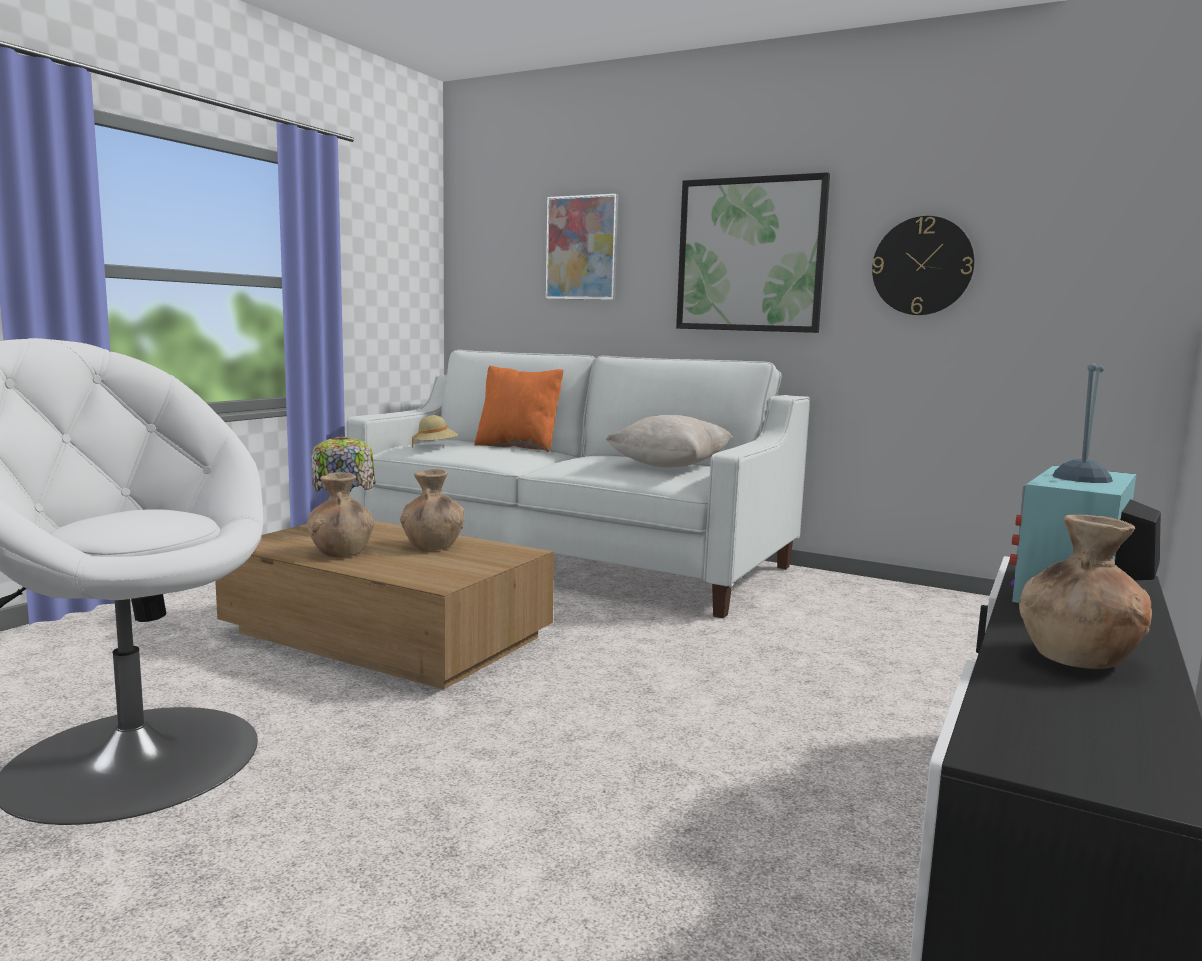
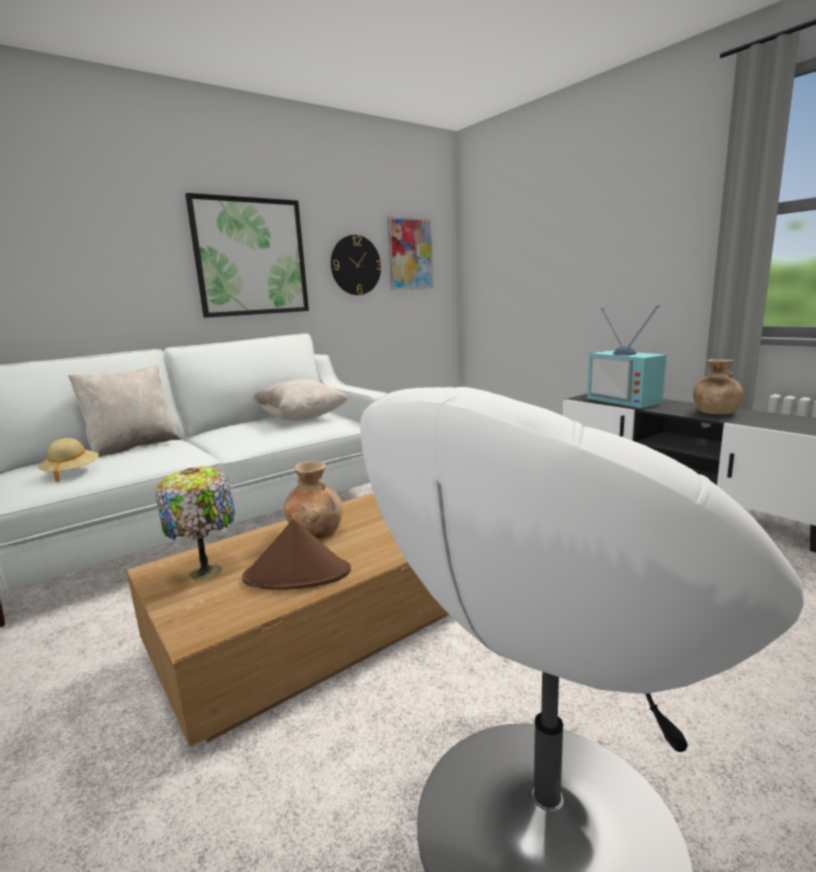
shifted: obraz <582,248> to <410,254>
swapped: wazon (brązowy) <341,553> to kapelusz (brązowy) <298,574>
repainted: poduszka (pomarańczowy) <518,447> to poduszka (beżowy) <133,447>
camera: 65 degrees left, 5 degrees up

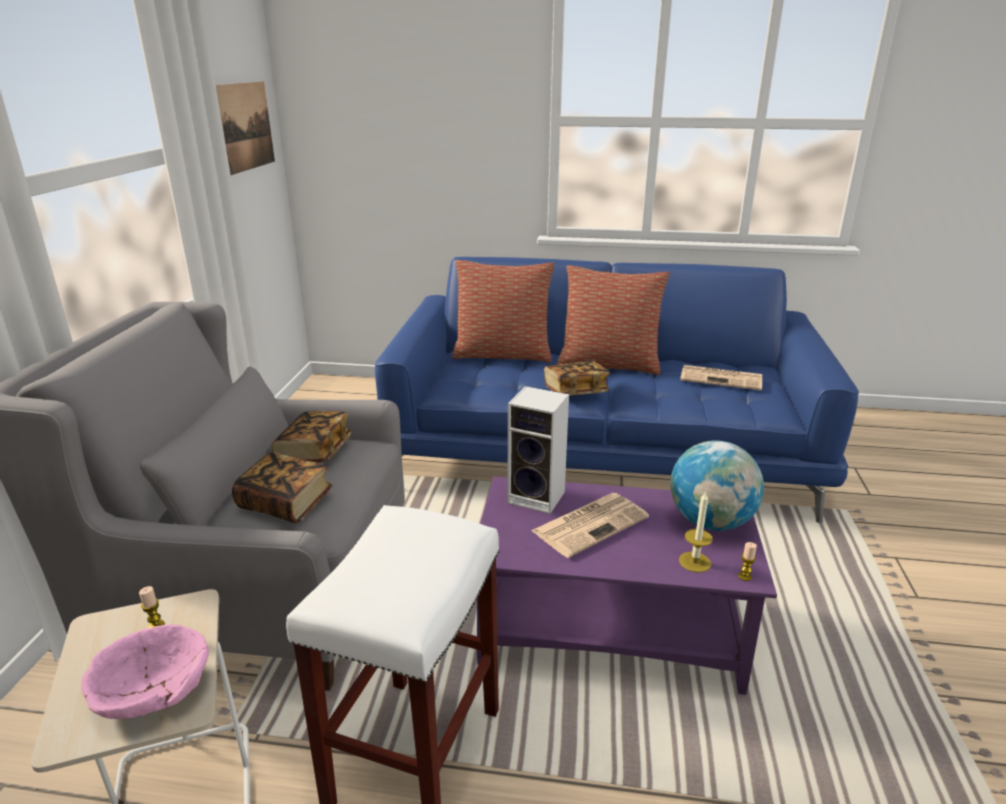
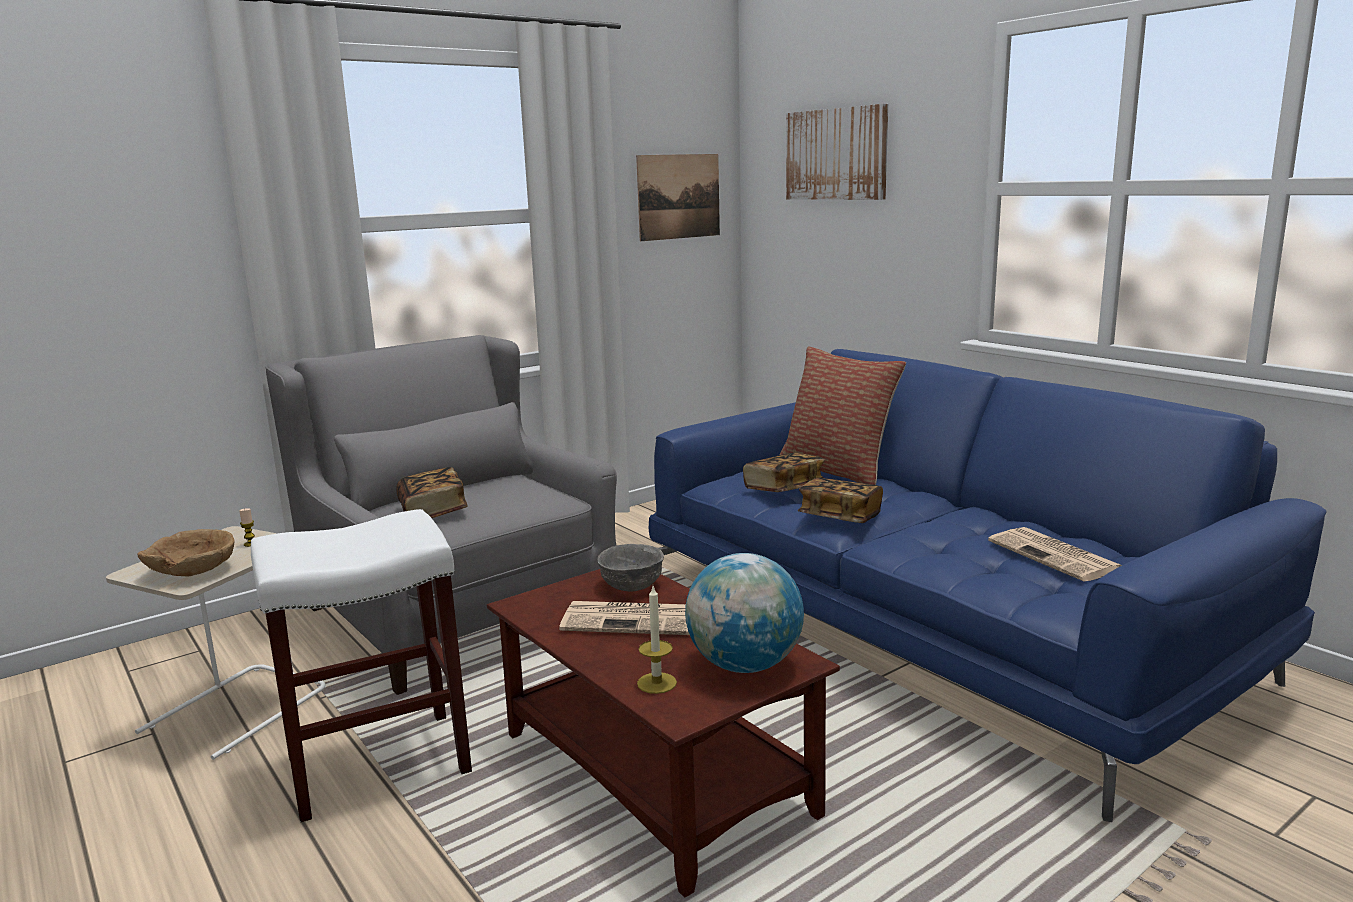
gone: poduszka <609,364>; świeca <744,576>
new: obraz <836,154>
shifted: książka <314,452> to <784,489>
swapped: głośnik <539,497> to miska (szary) <632,585>
repainted: miska (różowy) <151,692> to miska (brązowy) <191,571>; ława (fioletowy) <611,628> to ława (brązowy) <657,774>
camera: 45 degrees right, 10 degrees down

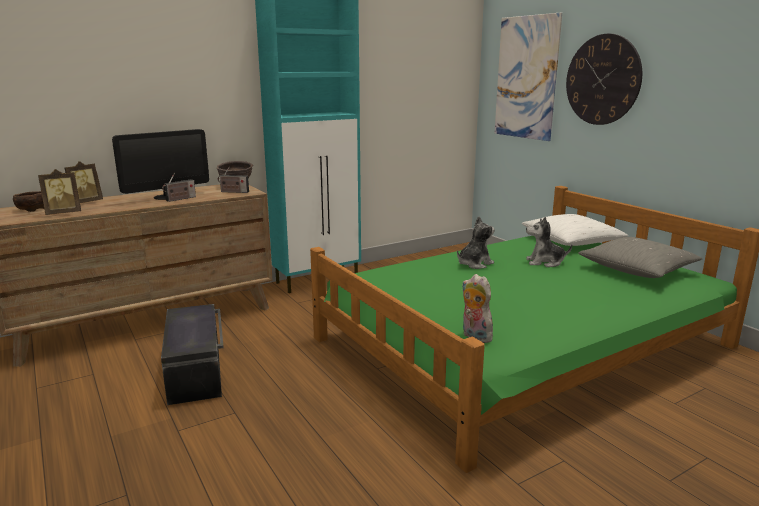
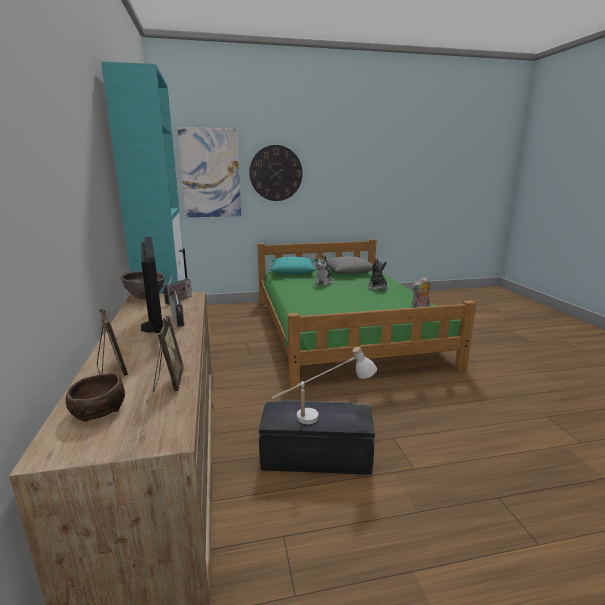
new: lampa stołowa (biały) <323,416>
shifted: pluszak <474,264> to <377,288>
repainted: poduszka (biały) <571,241> to poduszka (turkusowy) <293,272>
camera: 70 degrees left, 0 degrees up

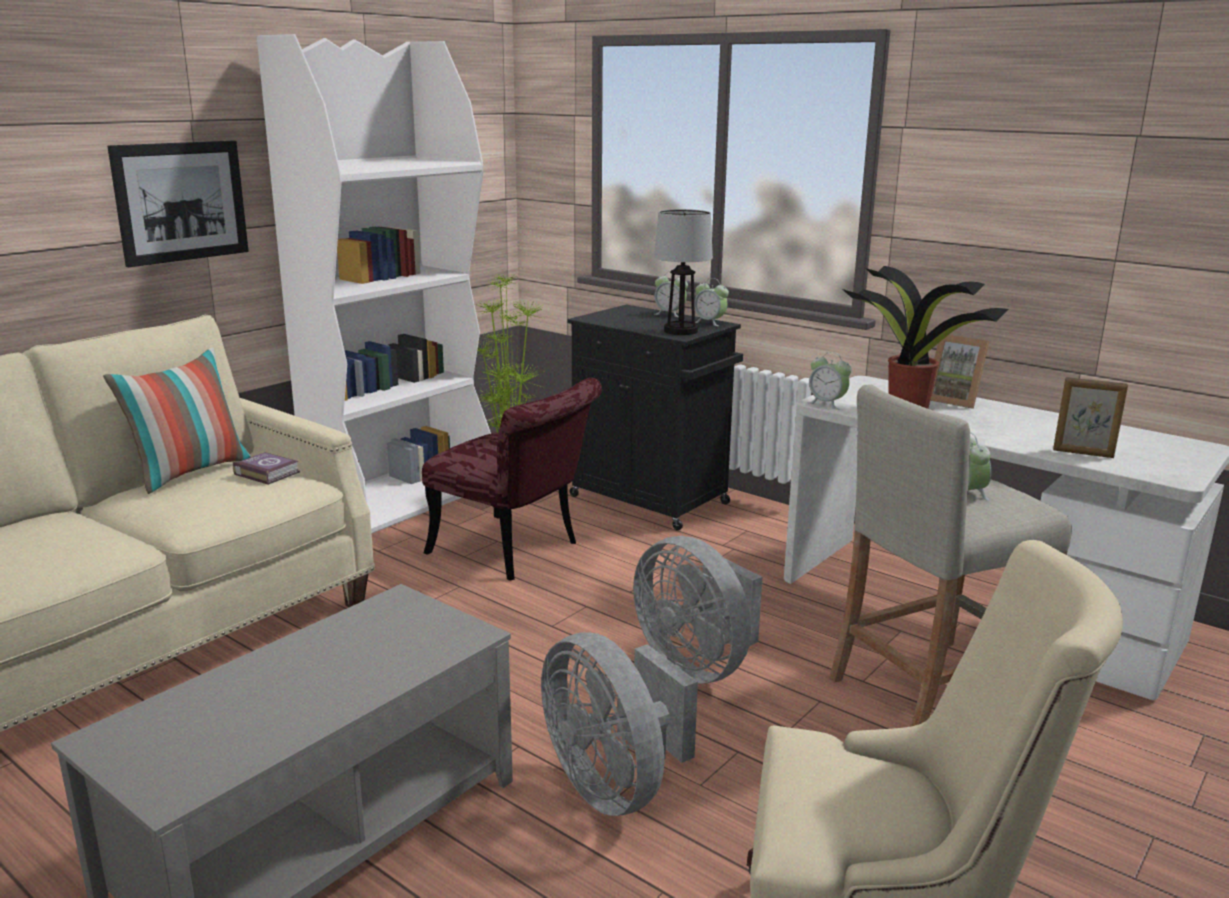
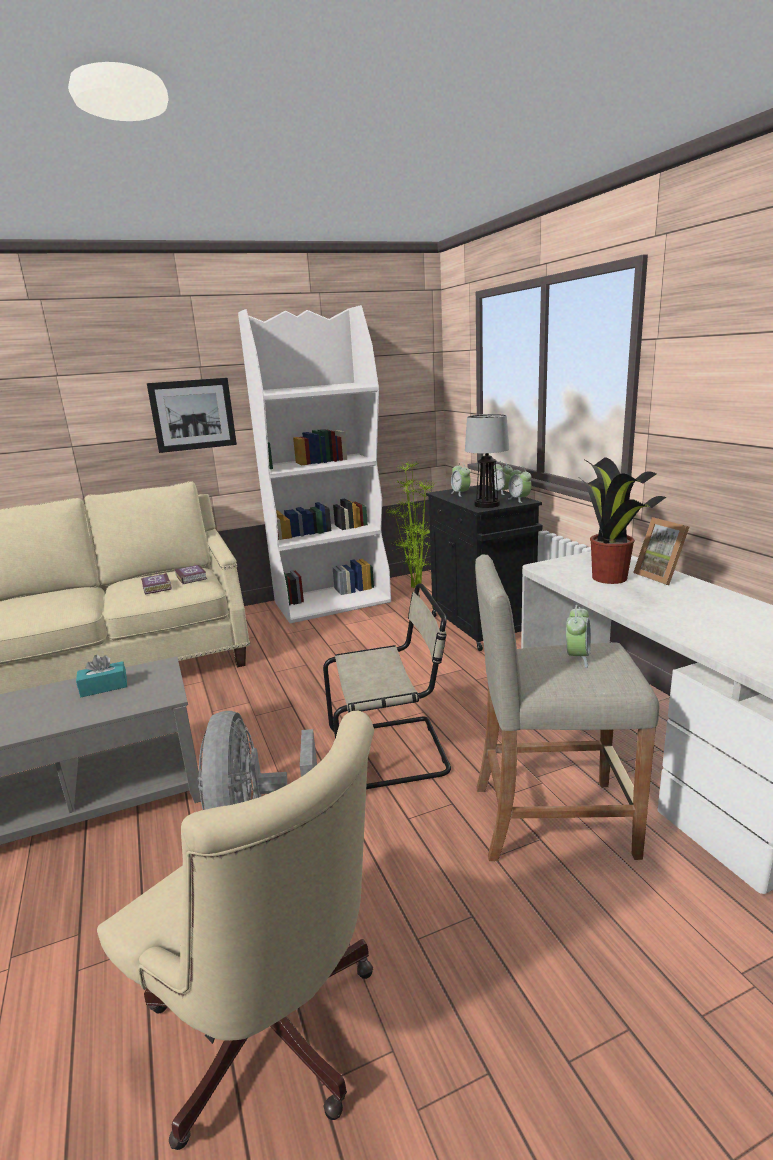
gone: poduszka <190,473>; krzesło (czerwony) <515,552>; ramka na zdjęcie <1083,453>
new: pudełko chusteczek (turkusowy) <104,687>; książka <156,587>
shifted: budzik <827,404> to <460,494>
swapped: wentylator (szary) <697,665> to krzesło (beżowy) <393,752>
camera: 30 degrees right, 0 degrees up

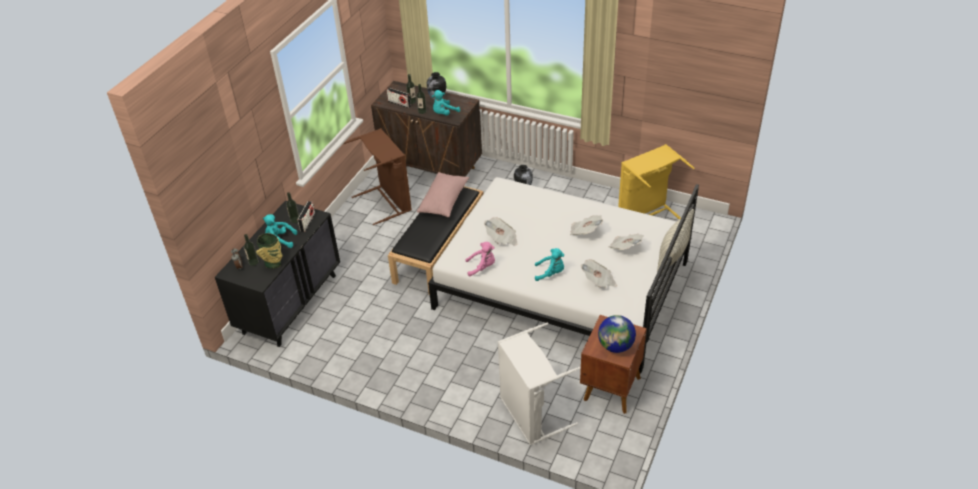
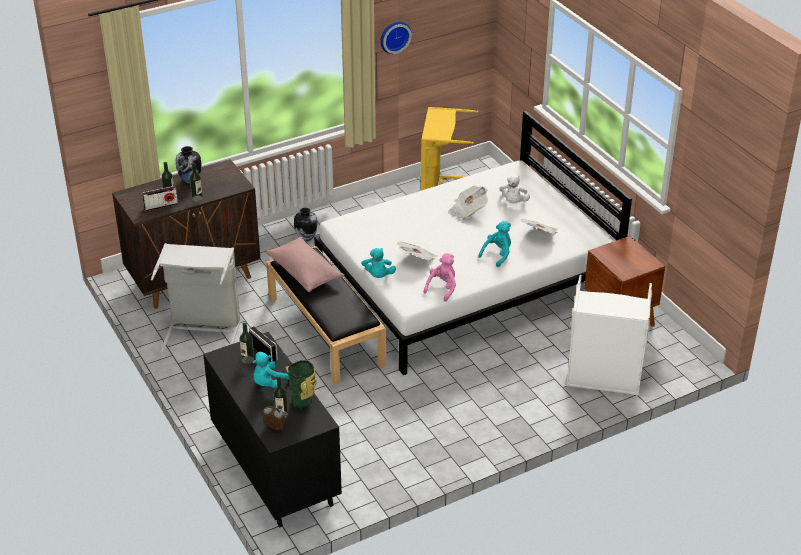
gone: globus <616,346>; poduszka <673,256>
new: zegar ścienny <394,36>
shifted: pluszak (turkusowy) <444,113> to <378,276>
swapped: gazeta <625,248> to pluszak (biały) <513,202>
repainted: kosz na pranie (brązowy) <387,202> to kosz na pranie (szary) <203,331>
camera: 55 degrees left, 5 degrees down

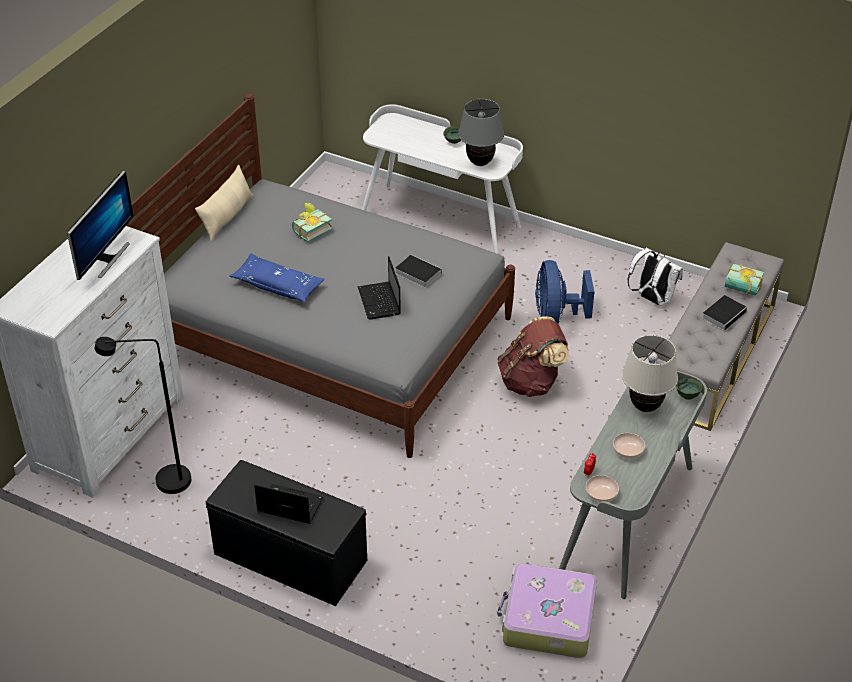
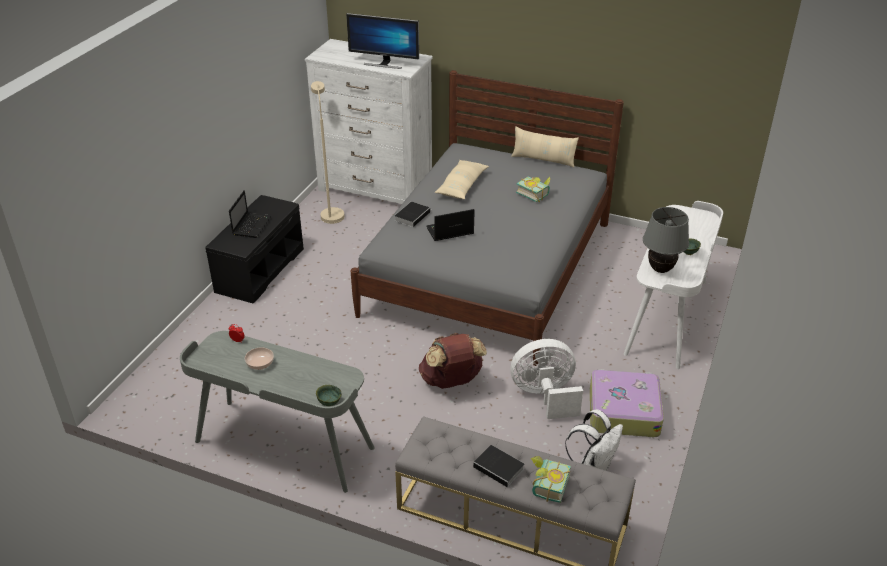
gone: miska <600,494>; lampa stołowa (beżowy) <645,407>
shifted: książka <416,273> to <412,216>; walizka <547,620> to <623,411>
repainted: lampa stojąca (czarny) <163,482> to lampa stojąca (beżowy) <331,213>; poduszka (niebieski) <277,285> to poduszka (beżowy) <462,186>; wentylator (niebieski) <556,317> to wentylator (biały) <545,396>
camera: 85 degrees right, 5 degrees down

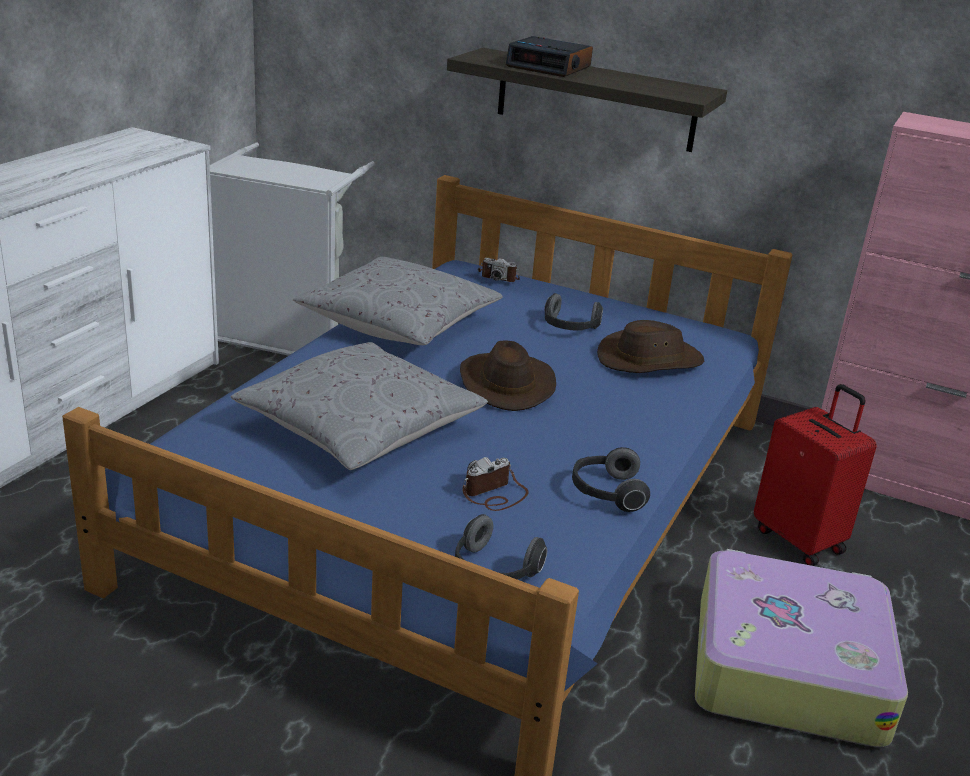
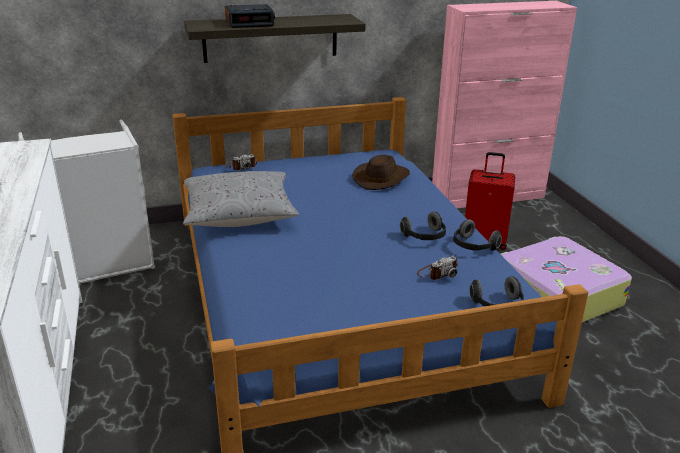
gone: poduszka (szary) <360,428>; kapelusz (brązowy) <505,384>
shifted: słuchawki <569,328> to <425,237>
rotated: aparat fotograficzny <494,494> = <437,273> 135 degrees counterclockwise
camera: 40 degrees left, 0 degrees up

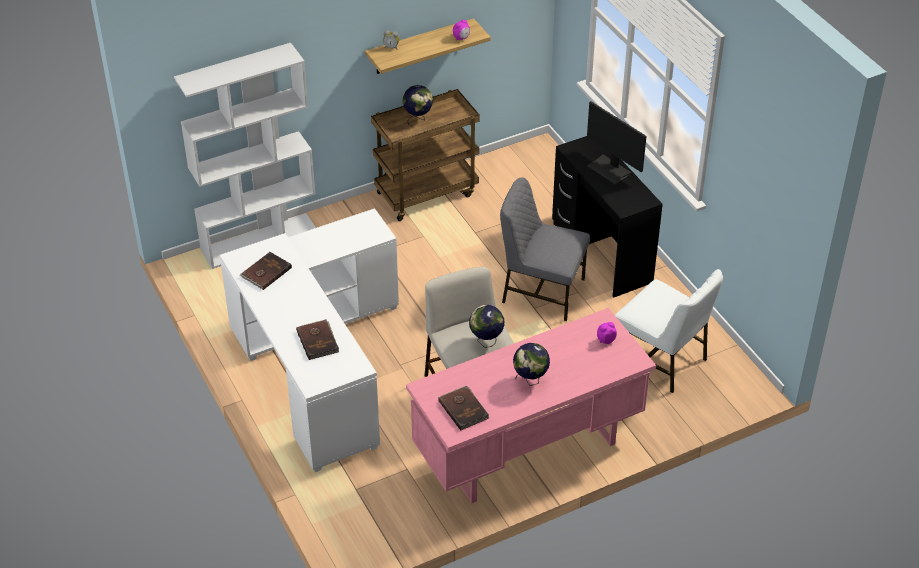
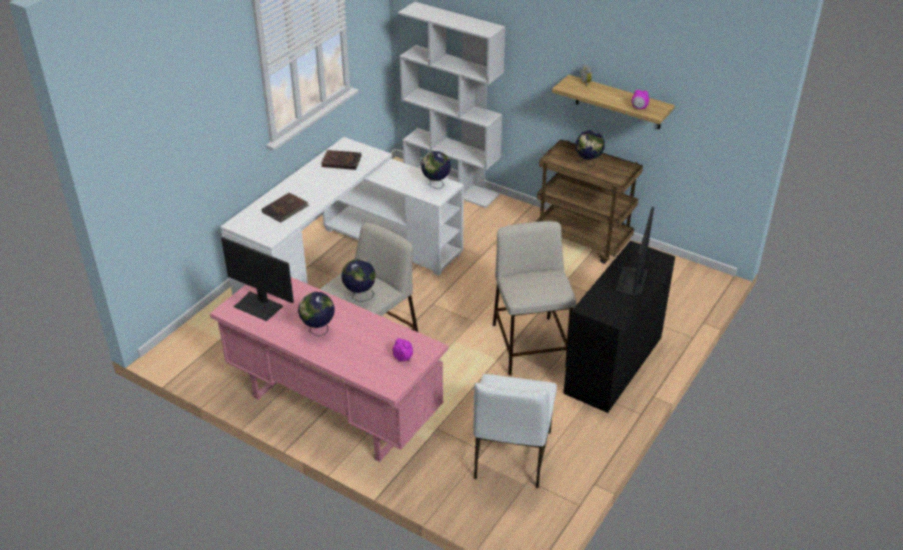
new: globus <436,185>
swapped: książka (brązowy) <464,409> to monitor <259,306>; krzesło (szary) <541,291> to stołek (beżowy) <530,346>
camera: 60 degrees right, 5 degrees down

